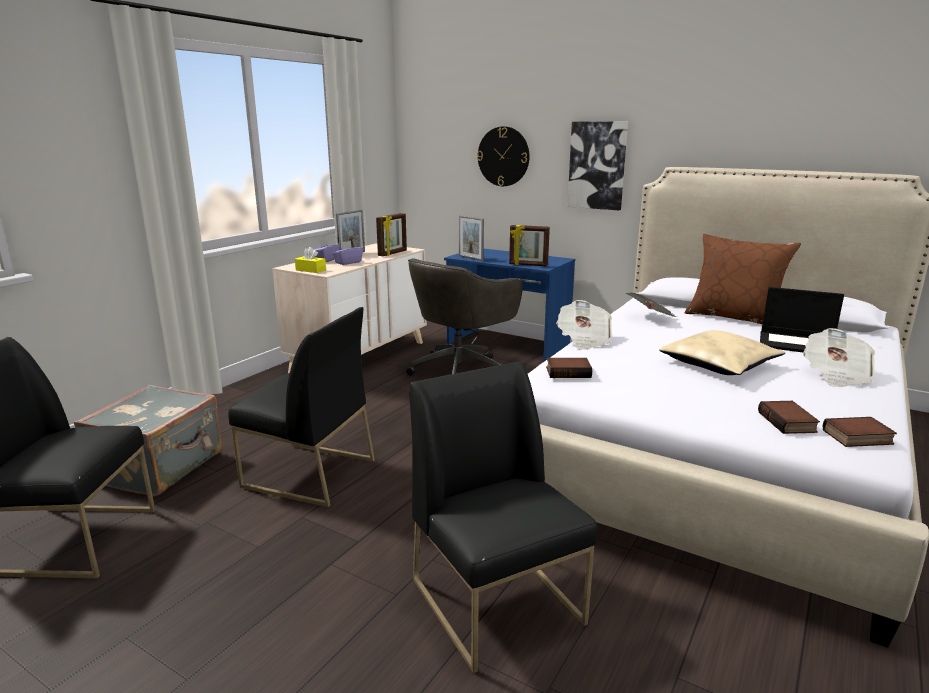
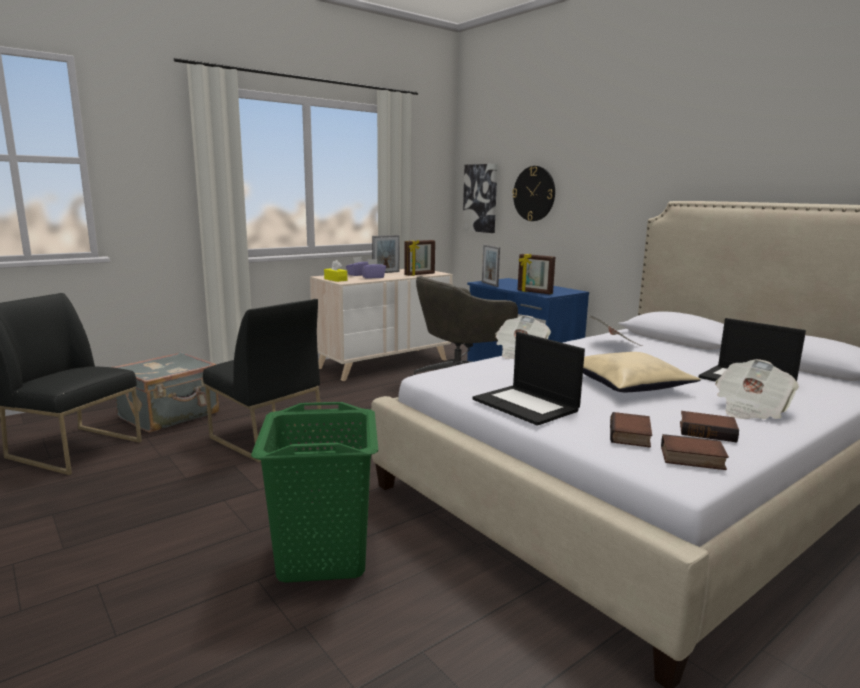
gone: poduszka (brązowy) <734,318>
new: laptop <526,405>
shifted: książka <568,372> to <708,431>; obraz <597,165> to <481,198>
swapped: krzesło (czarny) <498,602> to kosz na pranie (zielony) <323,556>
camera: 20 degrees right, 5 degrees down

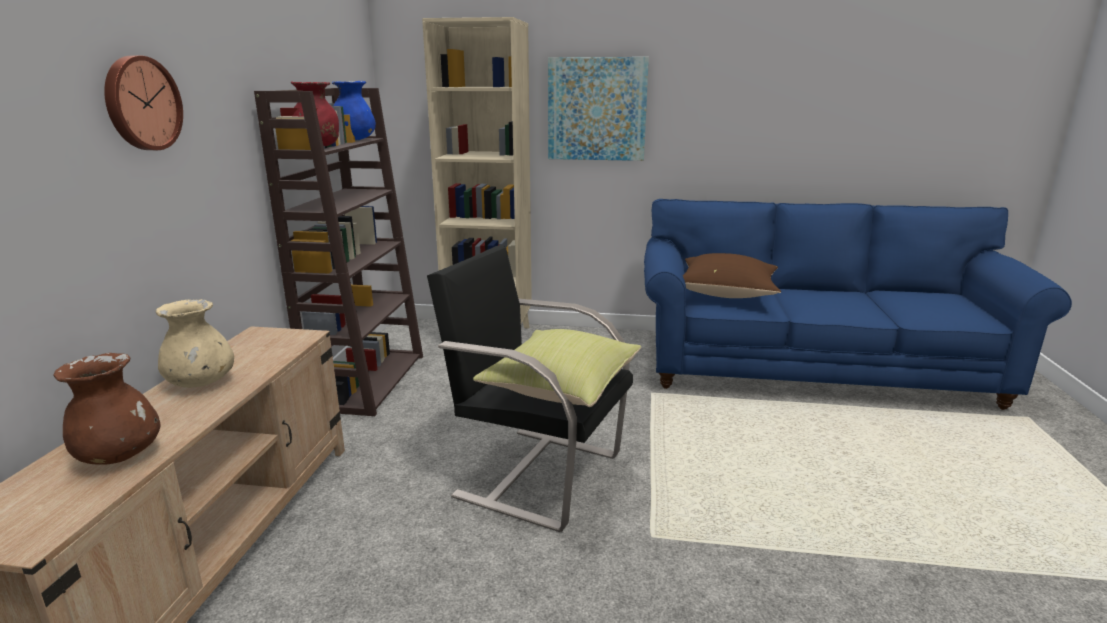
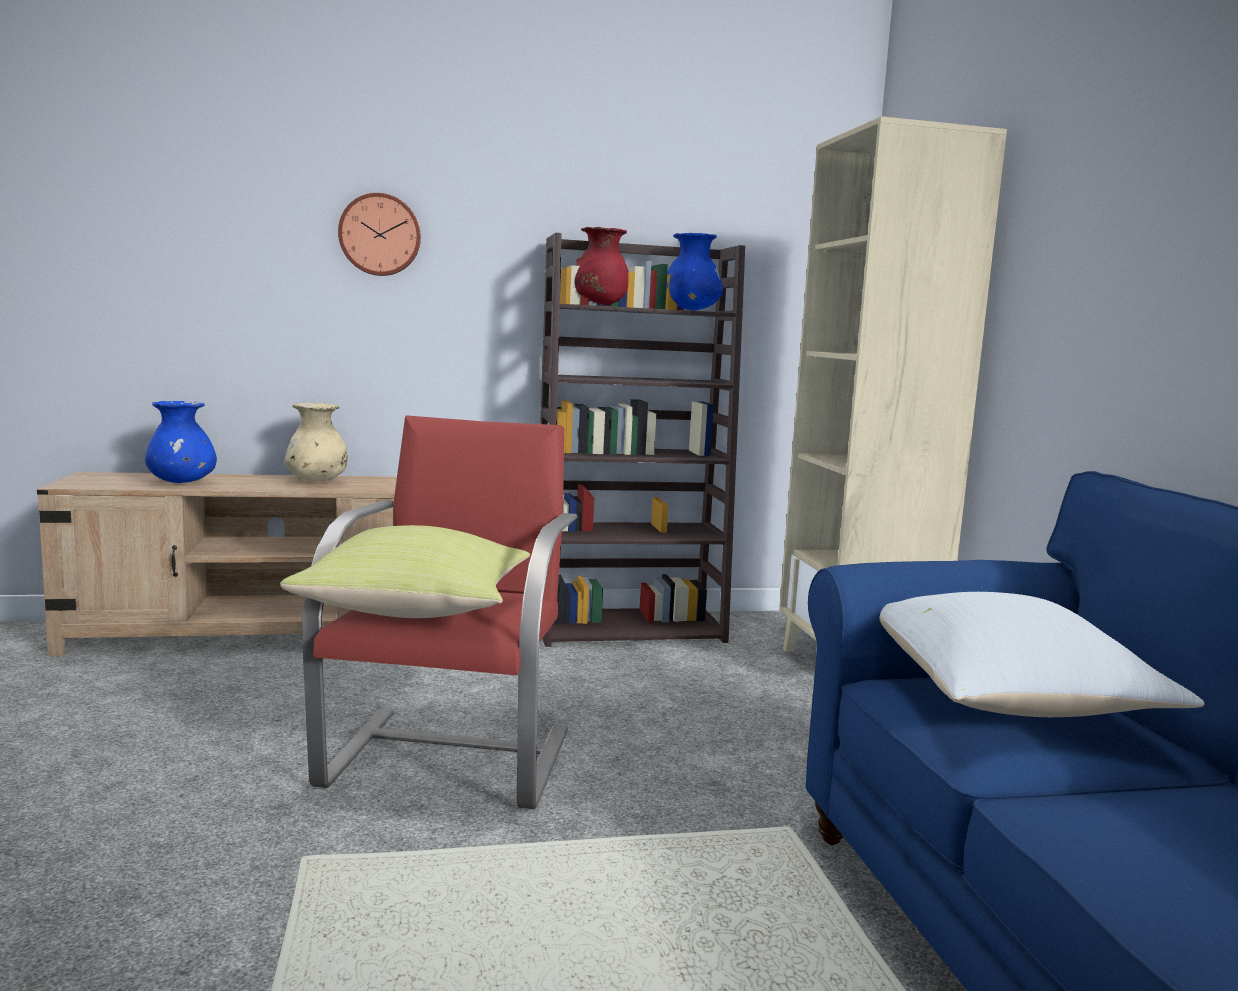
gone: obraz <597,109>
repainted: wazon (brązowy) <119,456> to wazon (niebieski) <182,482>; fotel (czarny) <537,474> to fotel (czerwony) <450,756>; poduszka (brązowy) <727,293> to poduszka (biały) <1012,703>
camera: 70 degrees right, 10 degrees down

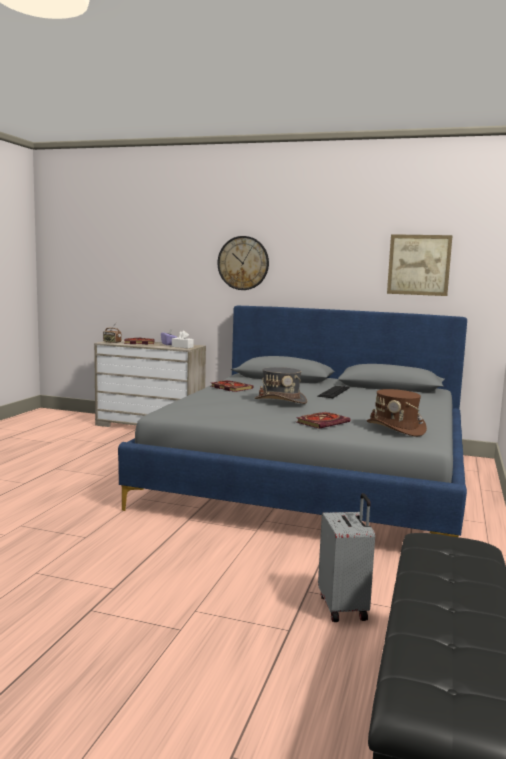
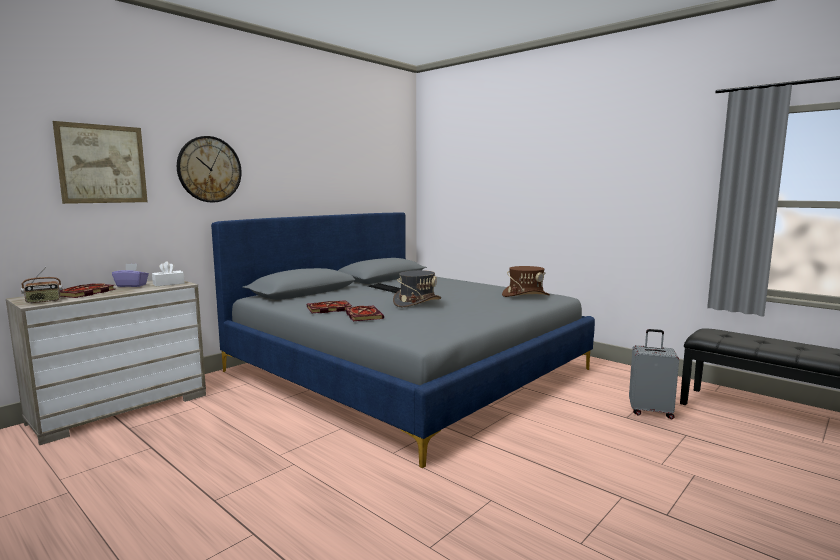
shifted: książka <322,422> to <362,315>; obraz <419,265> to <102,164>
camera: 65 degrees left, 0 degrees up

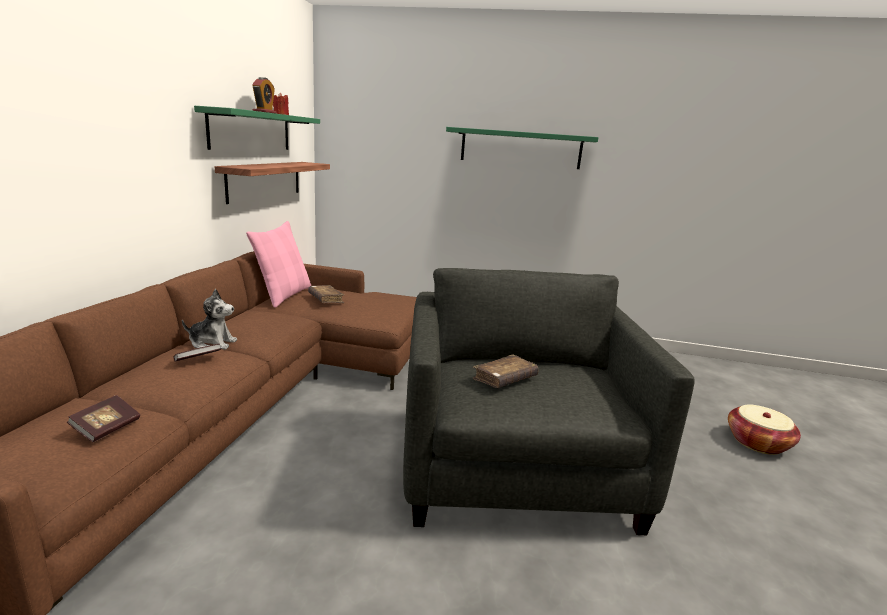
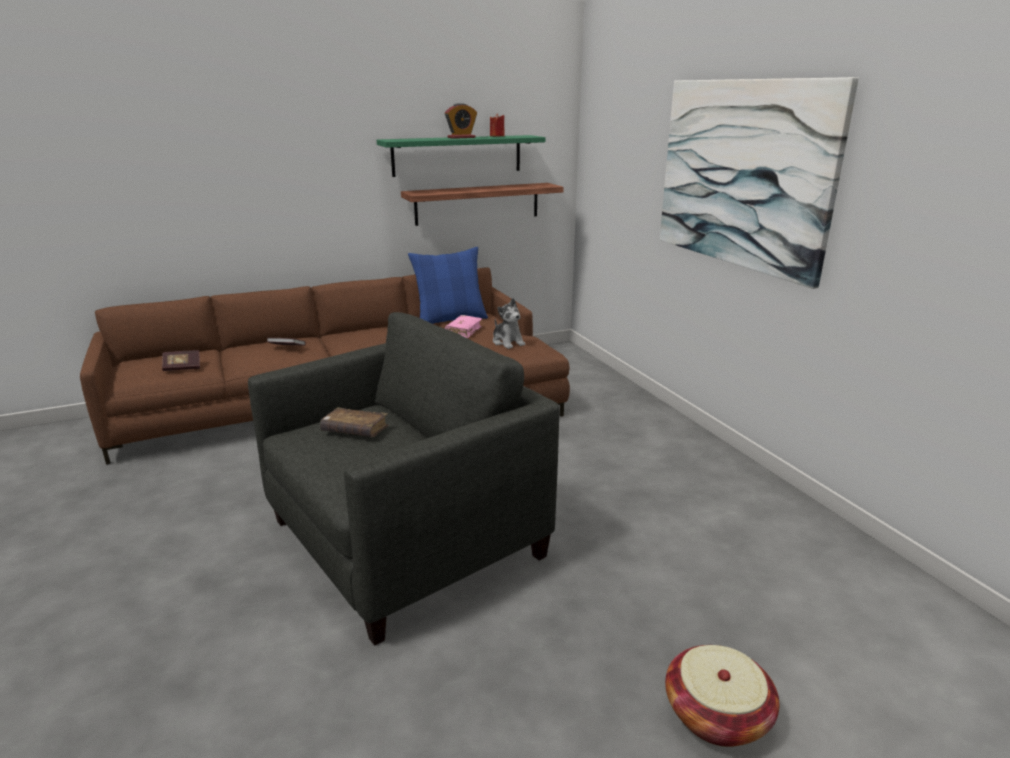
shifted: pluszak <212,343> to <508,342>
swapped: półka (zielony) <520,148> to obraz <742,174>
repainted: poduszka (różowy) <284,295> to poduszka (niebieski) <450,320>; książka (brązowy) <326,299> to książka (różowy) <464,331>
camera: 55 degrees right, 5 degrees up

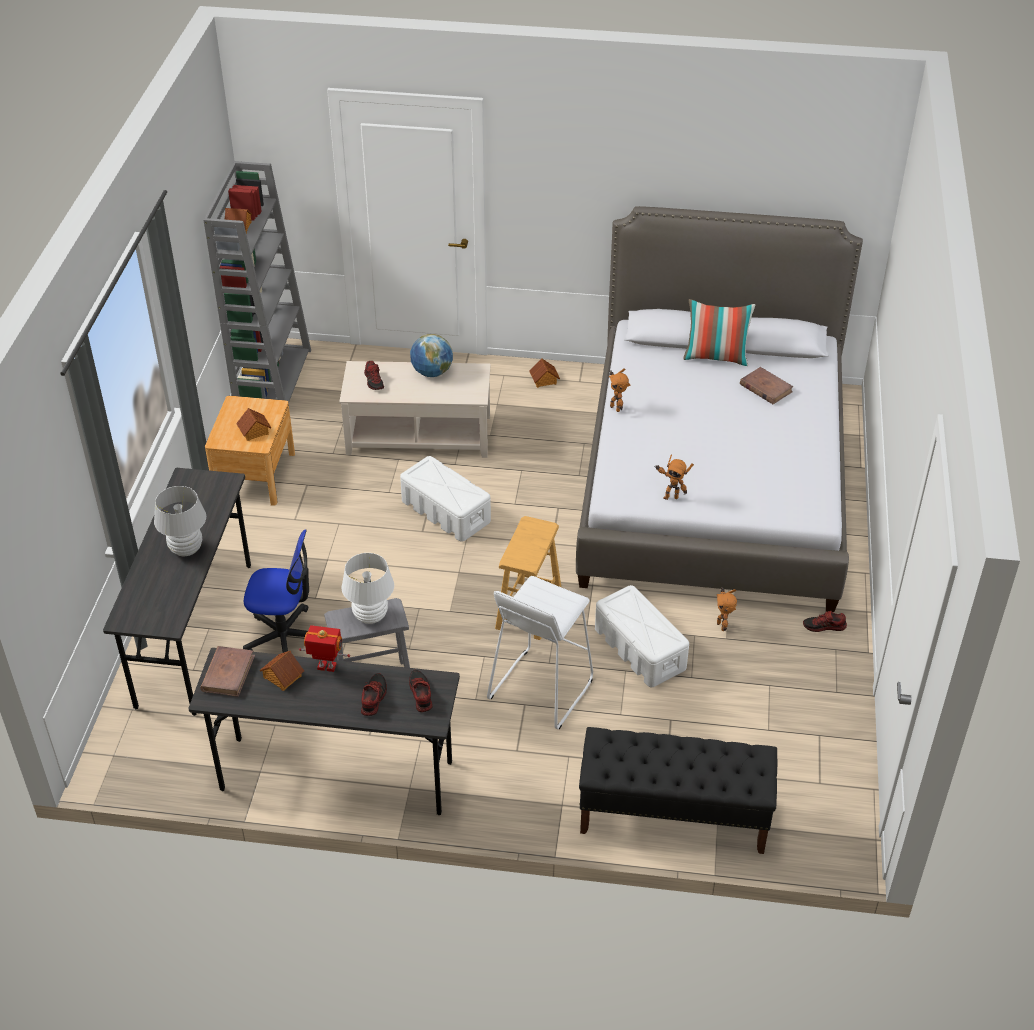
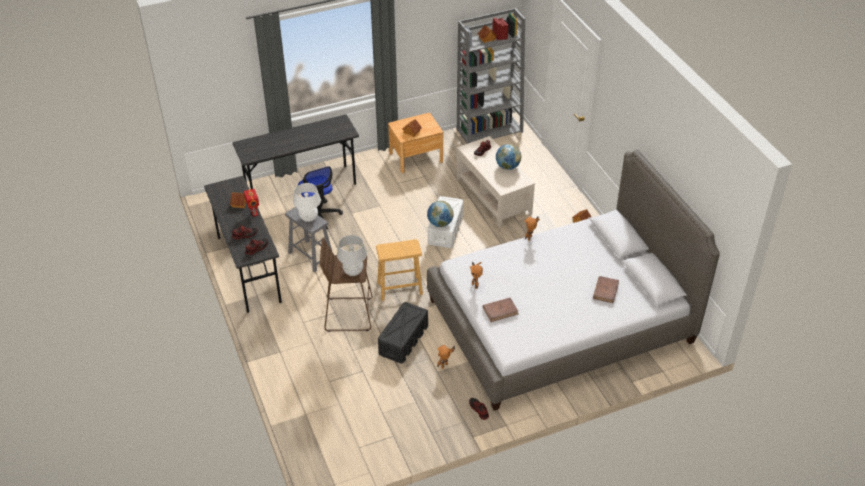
gone: ławka (czarny) <672,816>; poduszka <716,357>
new: globus <440,223>
shifted: lampa stołowa (biały) <186,549> to <353,272>; książka (brązowy) <228,673> to <500,311>
repainted: stołek (biały) <540,689> to stołek (brązowy) <348,314>; pojemnik do przechowywania (biały) <640,649> to pojemnik do przechowywania (czarny) <403,340>
camera: 60 degrees right, 0 degrees up

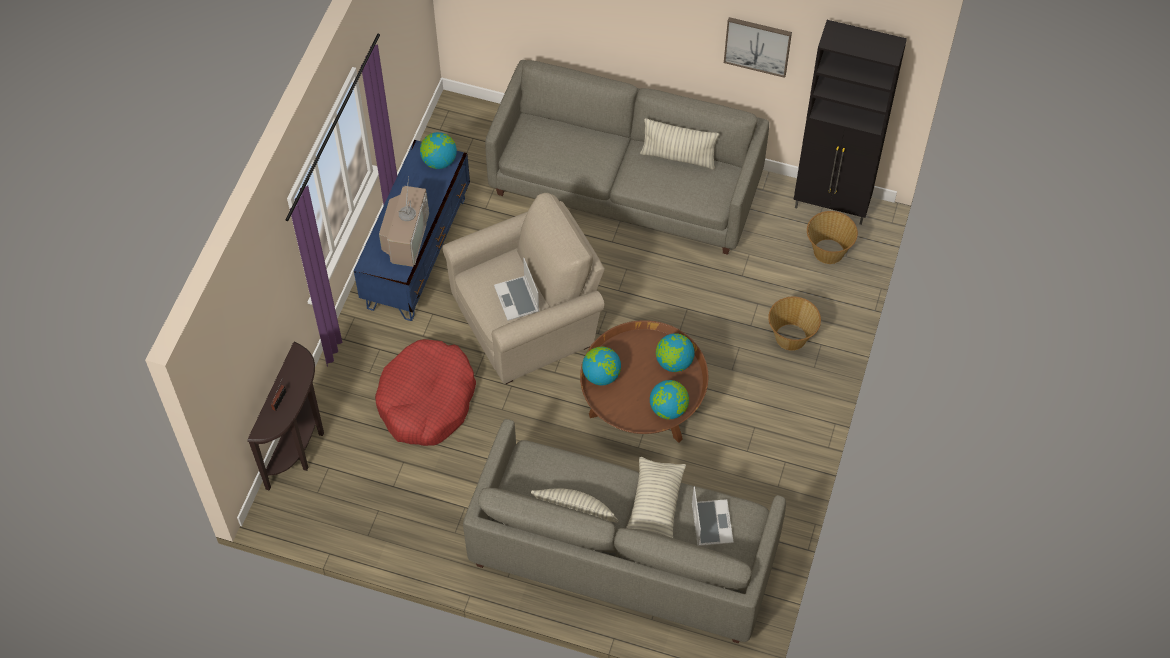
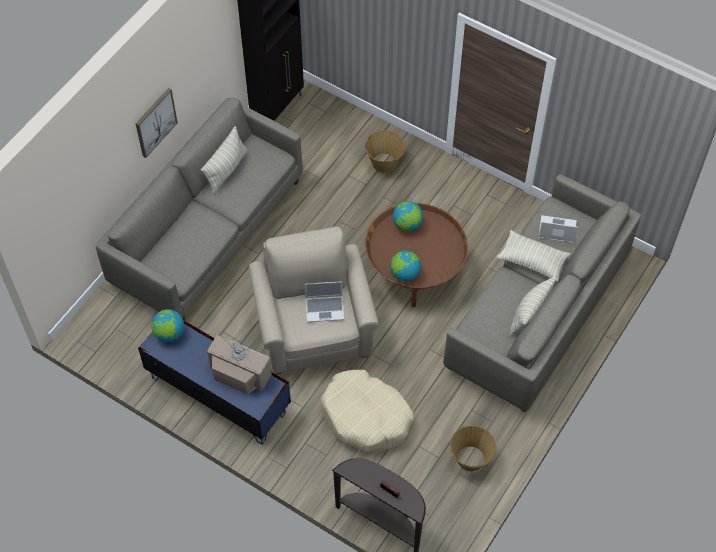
gone: globus <668,409>
shifted: obraz <757,46> to <155,122>; koszyk <828,251> to <470,459>
repainted: legowisko (czerwony) <426,400> to legowisko (beżowy) <366,417>
camera: 75 degrees left, 0 degrees up

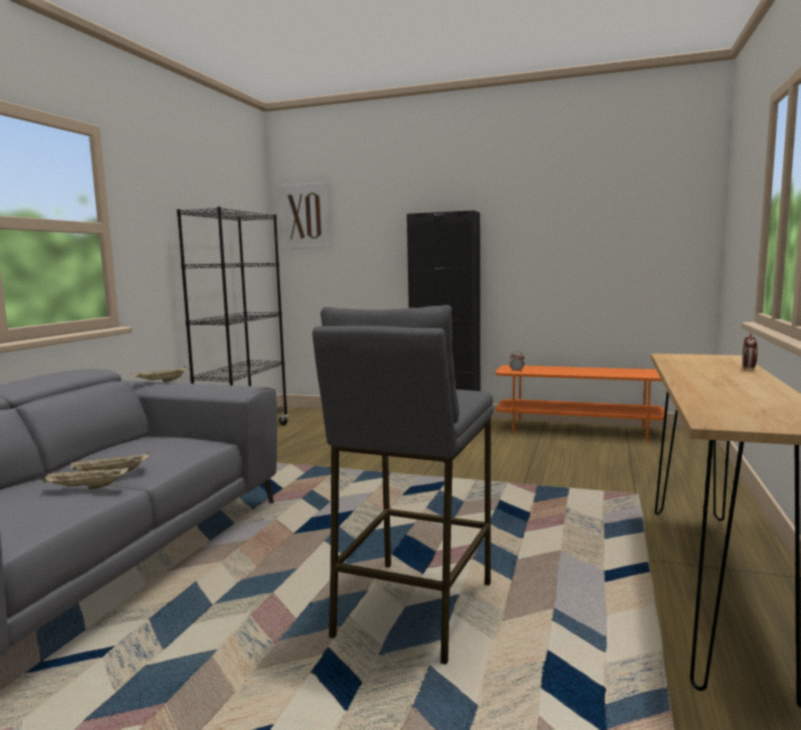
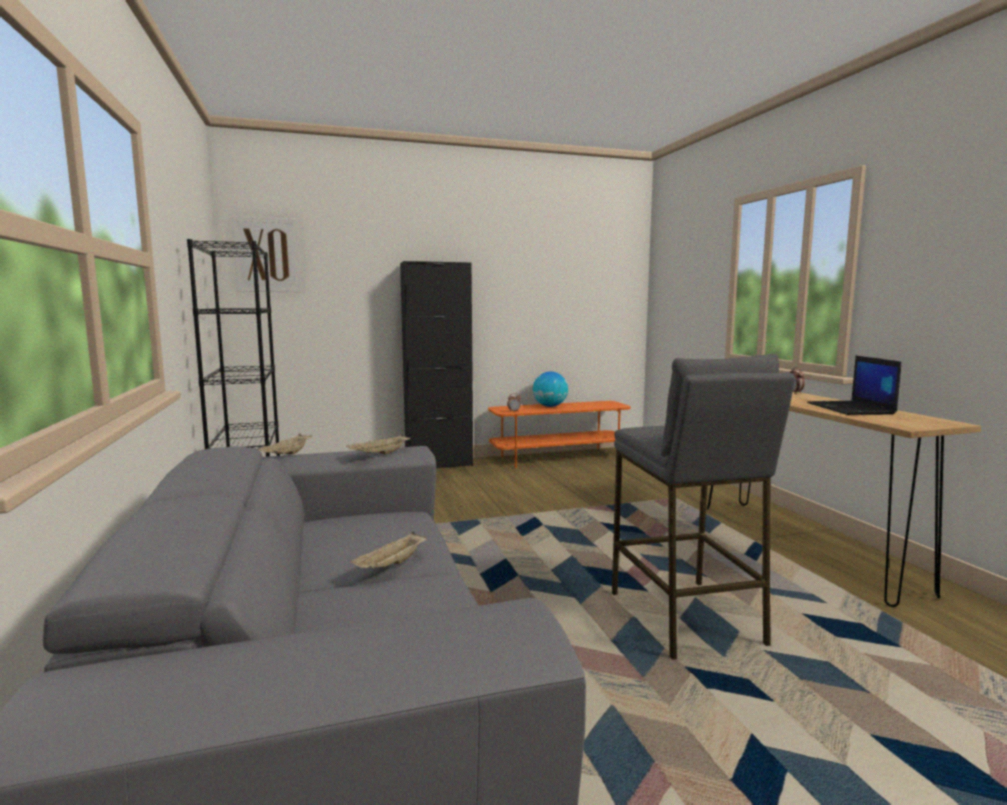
new: globus <550,406>; laptop <851,409>
shifted: taca (beżowy) <86,488> to <379,454>
camera: 35 degrees left, 0 degrees up

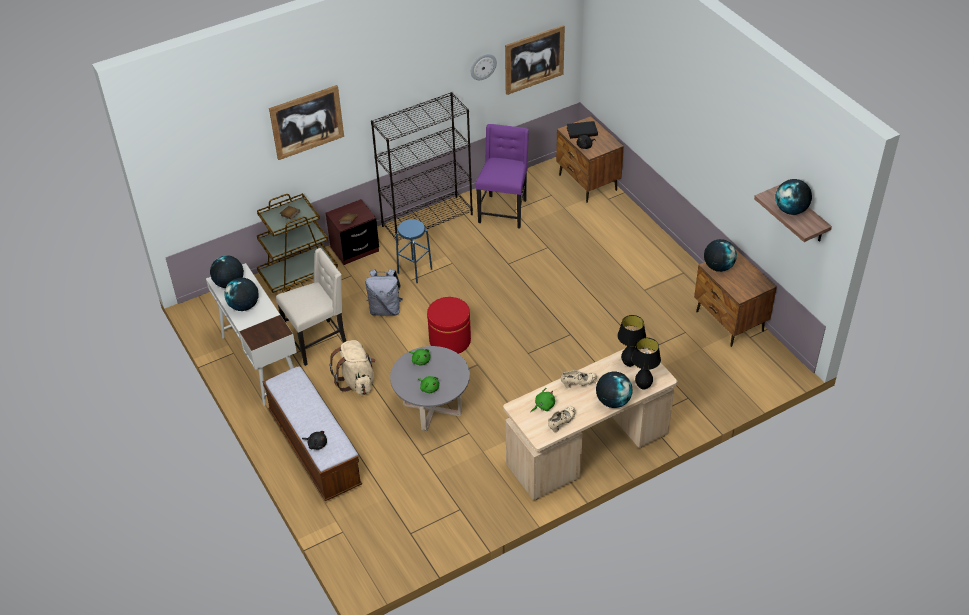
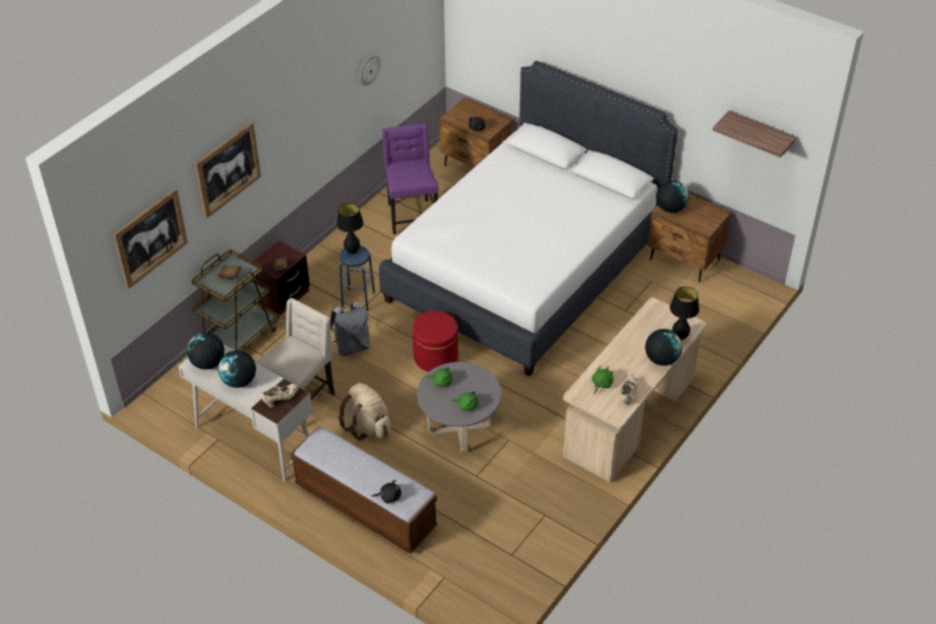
gone: regał (czarny) <427,220>; książka (czarny) <582,131>; globus <791,210>
new: łóżko (biały) <526,267>
shifted: obraz <534,59> to <150,238>; but (beżowy) <578,383> to <281,399>; lampa stołowa (czarny) <629,363> to <352,251>
camera: 25 degrees left, 0 degrees up

